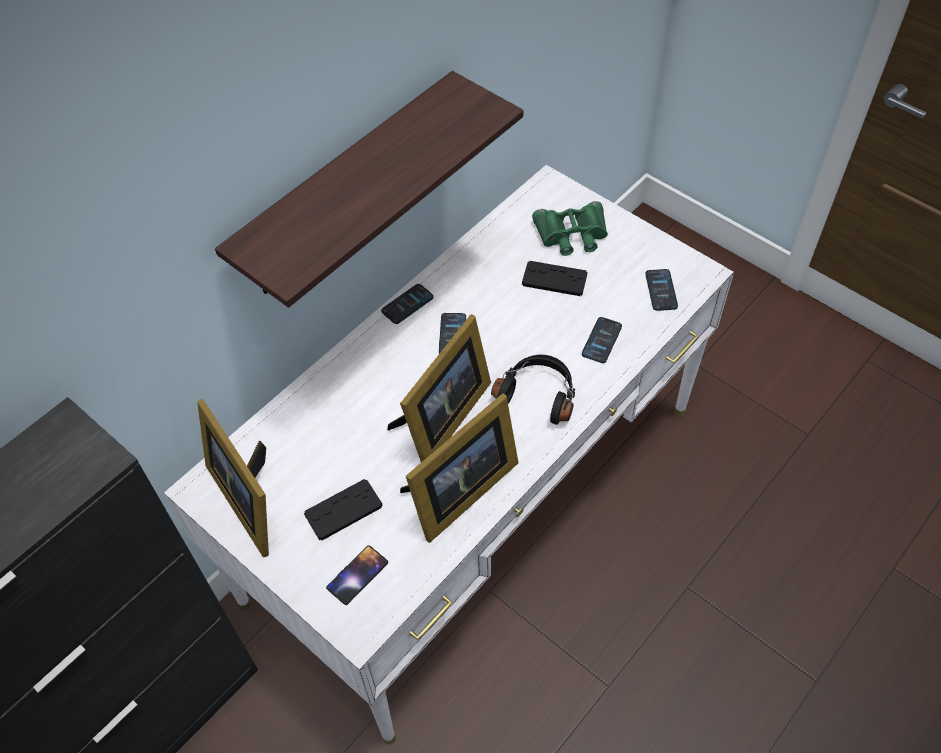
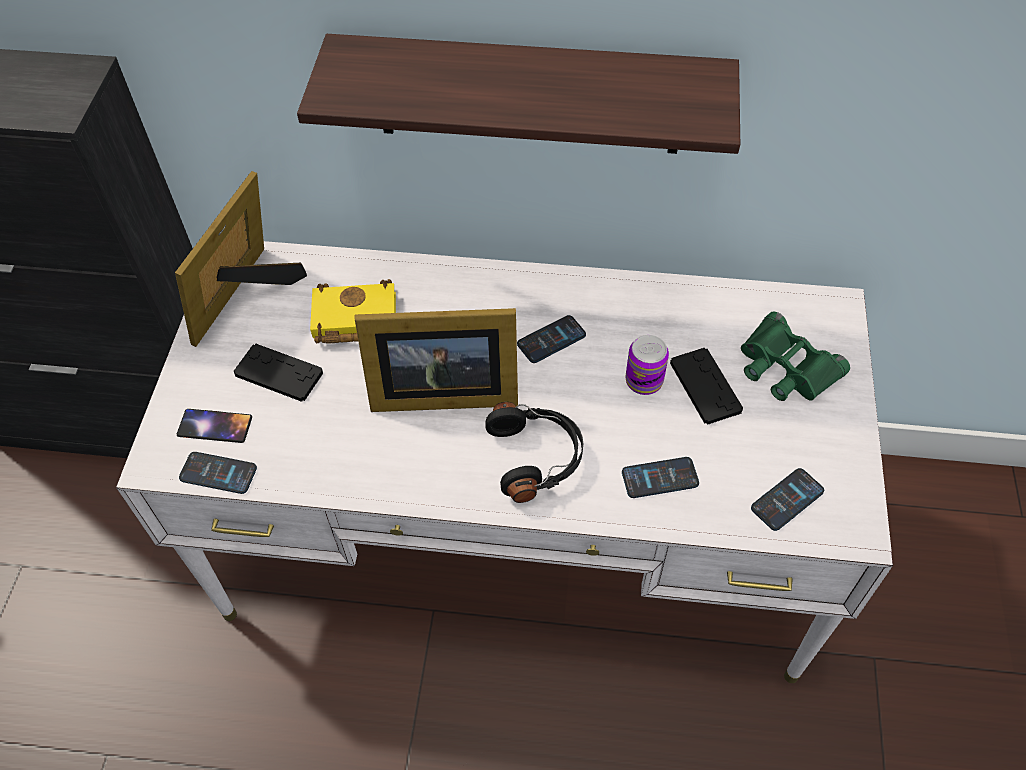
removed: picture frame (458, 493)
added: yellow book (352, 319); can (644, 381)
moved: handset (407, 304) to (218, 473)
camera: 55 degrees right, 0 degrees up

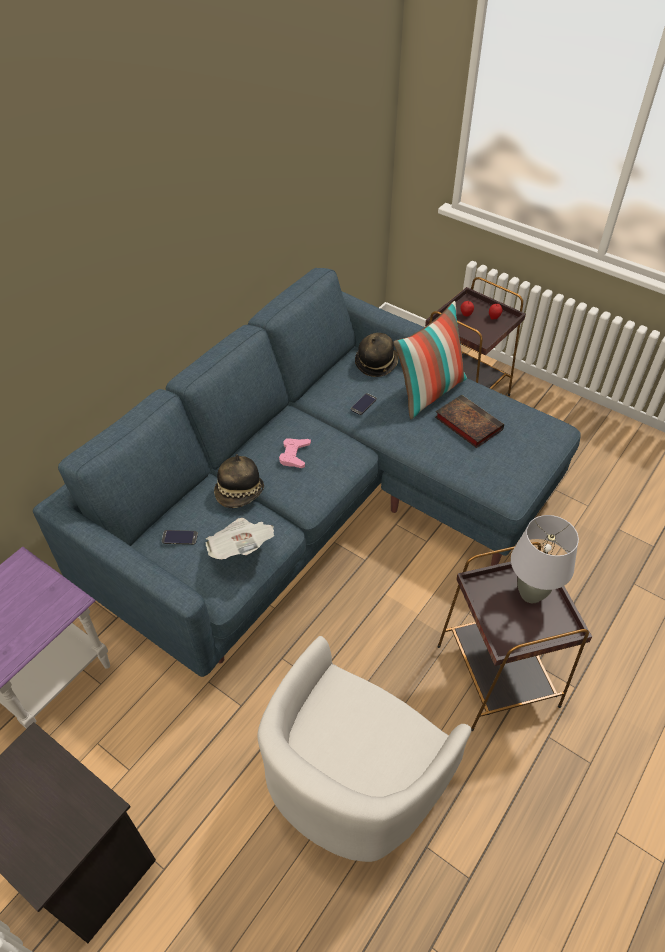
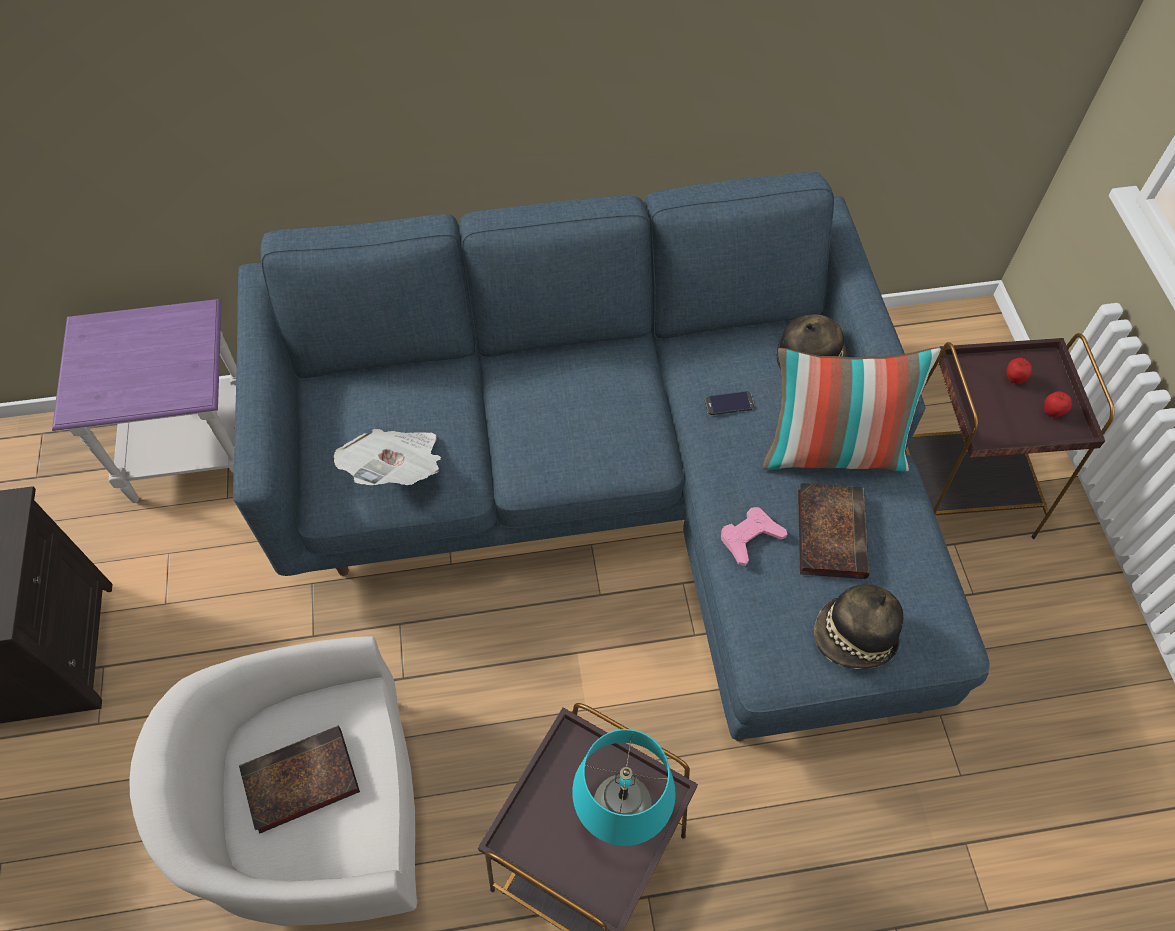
removed: handset (179, 537)
added: book (298, 782)
moved: pink gamepad (294, 455) to (750, 538); hat (240, 494) to (854, 638)
recoloured: greyish table lamp (530, 594) to blue-green table lamp (620, 814)
camera: 45 degrees right, 10 degrees up

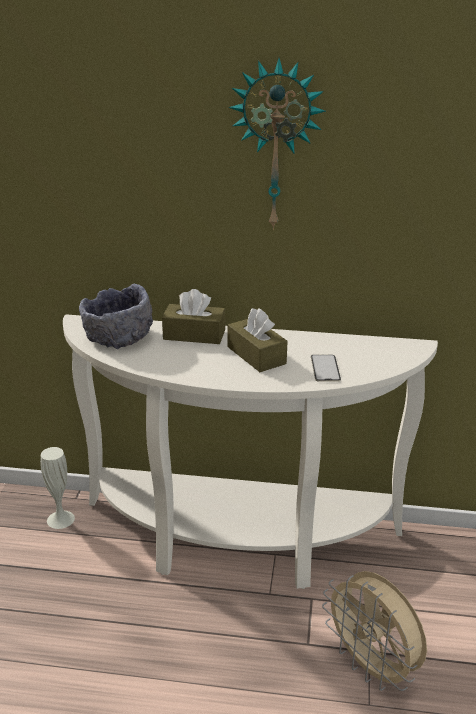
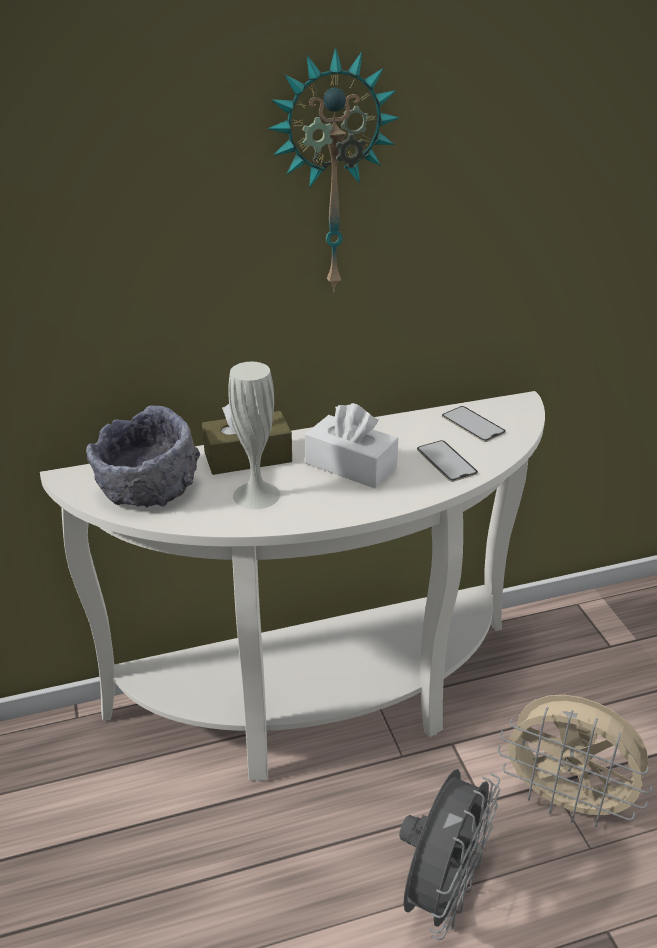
added: handset (473, 424); greyish fan (441, 892)
moved: white-coloured vase (60, 519) to (256, 495)
recoloured: brown box of tissues (256, 355) to white-coloured box of tissues (350, 465)
camera: 25 degrees left, 5 degrees up

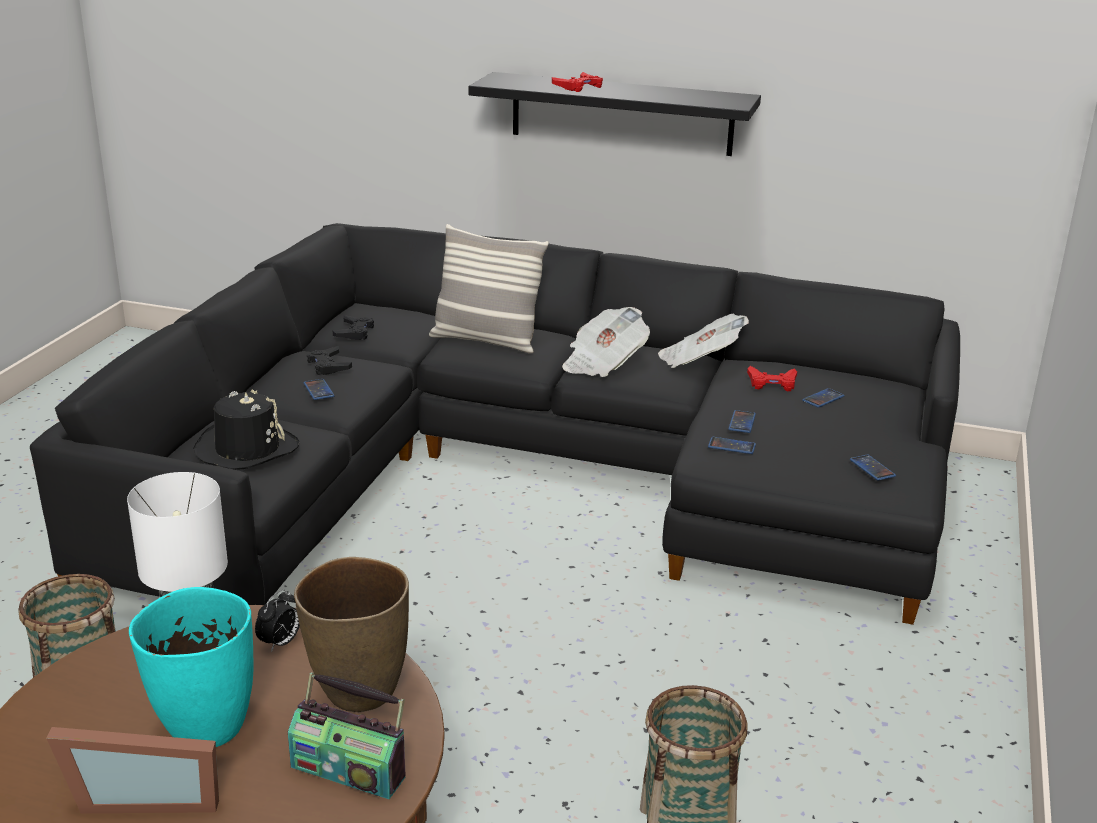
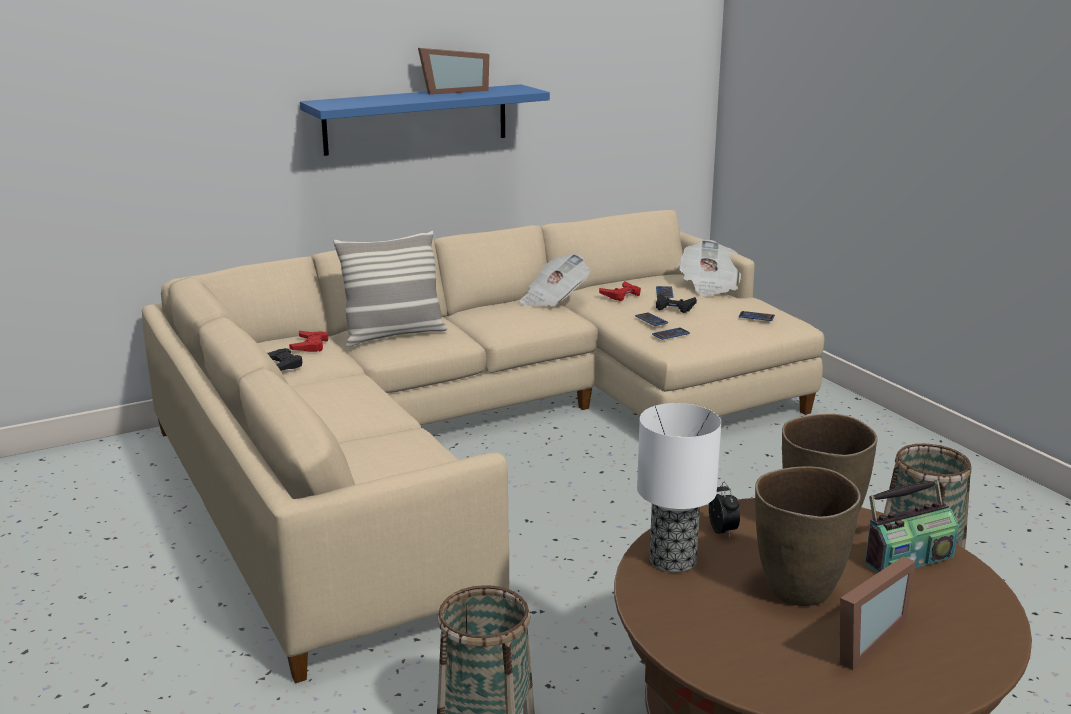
removed: handset (318, 390); black hat (246, 449)
added: picture frame (452, 91)
moved: red-coloured gamepad (578, 87) to (310, 345); printed paper (603, 363) to (709, 286); black gamepad (328, 365) to (674, 307)
recoloured: black wall shelf (621, 114) to bluish wall shelf (416, 119); black couch (528, 479) to sand-coloured couch (473, 439); blue-green vase (204, 728) to brown vase (798, 591)
camera: 45 degrees left, 5 degrees down

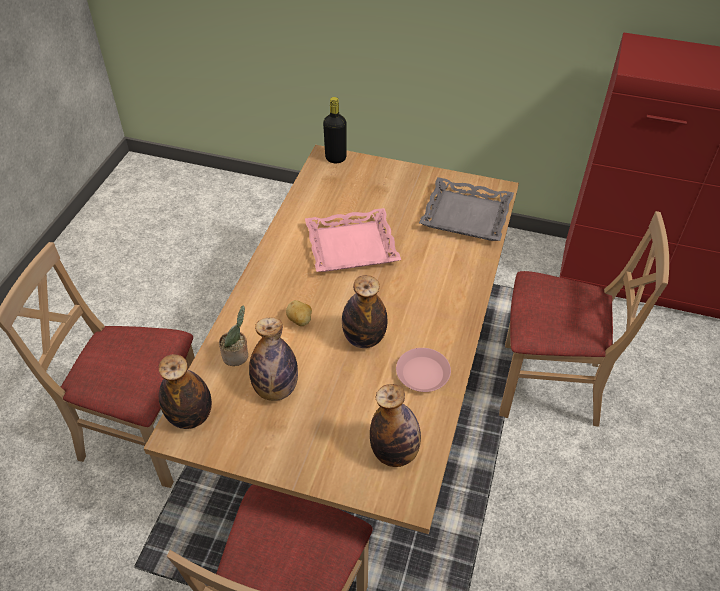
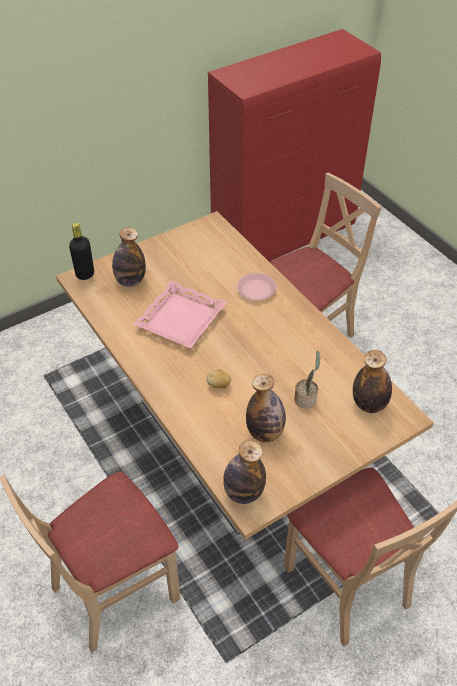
removed: greyish carrying tray (466, 215)
moved: beverage bottle (364, 338) to (130, 281); plant in a pot (237, 355) to (306, 398); pink plate (423, 373) to (256, 289)
camera: 50 degrees left, 0 degrees up

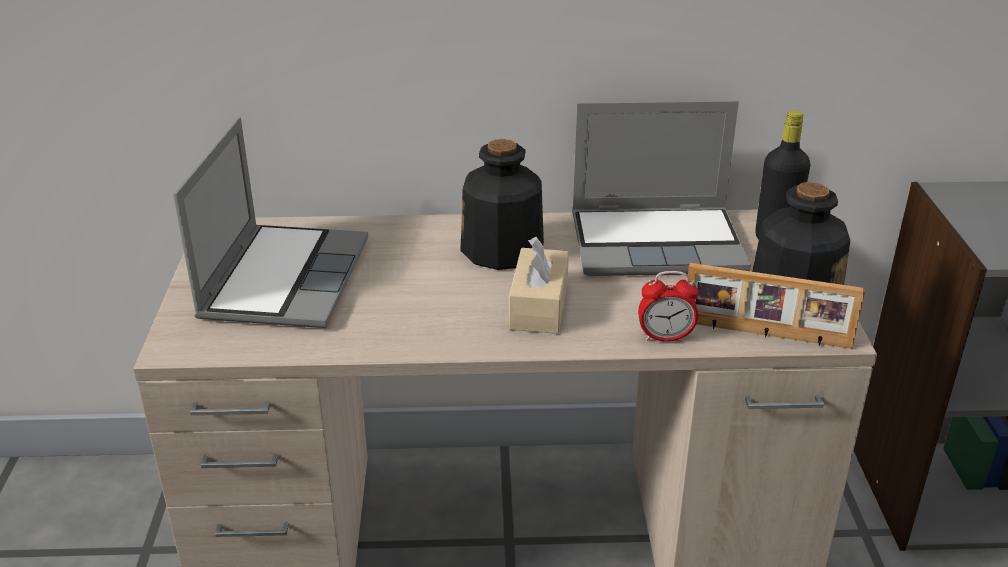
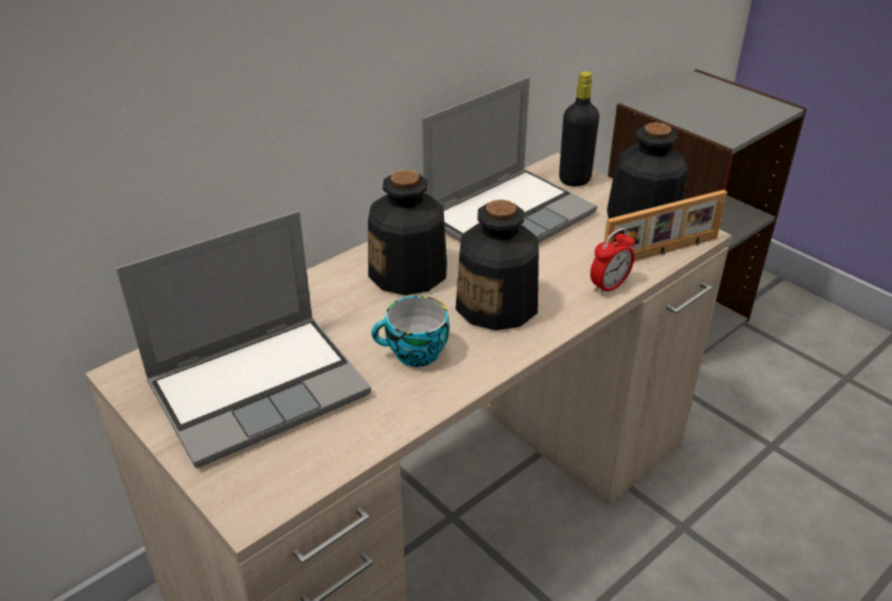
added: drinking cup (414, 354)
replaced: sand-coloured box of tissues (539, 306) to beverage bottle (497, 306)
turned: laptop (284, 278) = (260, 387) 90 degrees clockwise
camera: 40 degrees left, 5 degrees up

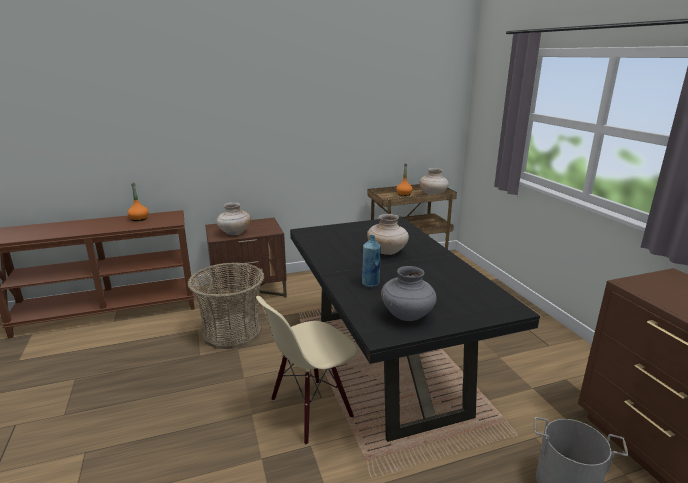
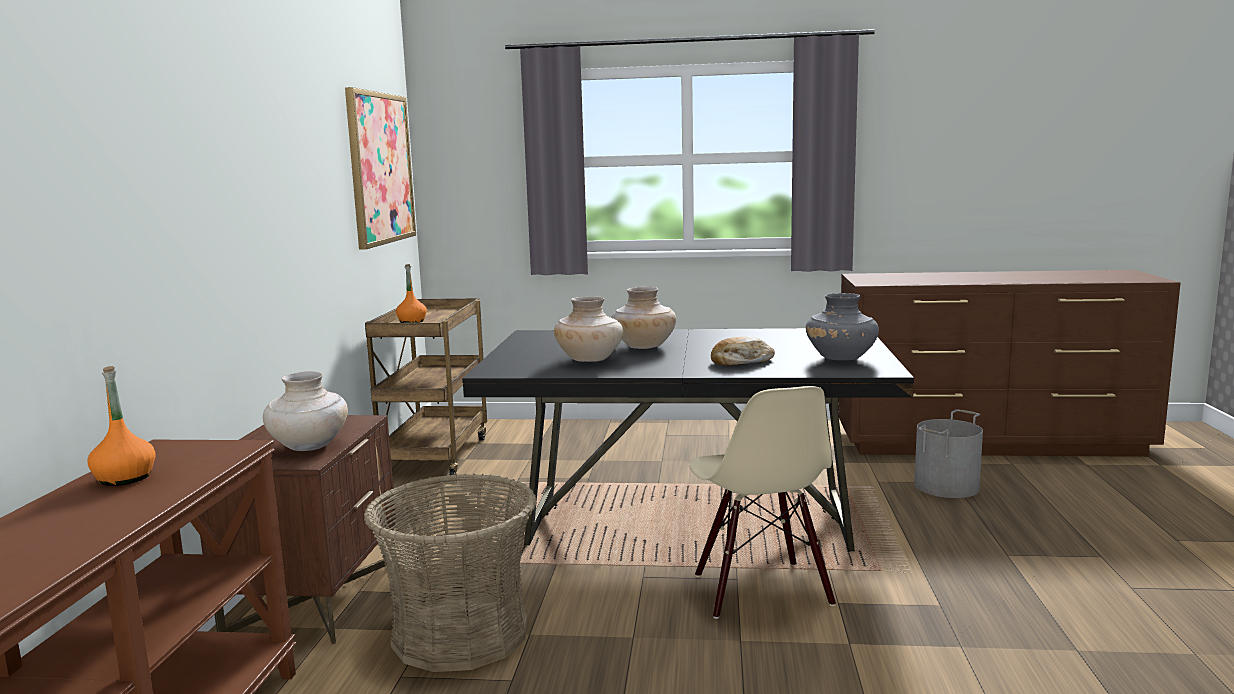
added: wall art (380, 168)
moved: sand-coloured vase (433, 195) to (590, 360)
replaced: bluish beverage bottle (370, 284) to baked bread (741, 362)
camera: 65 degrees left, 10 degrees down

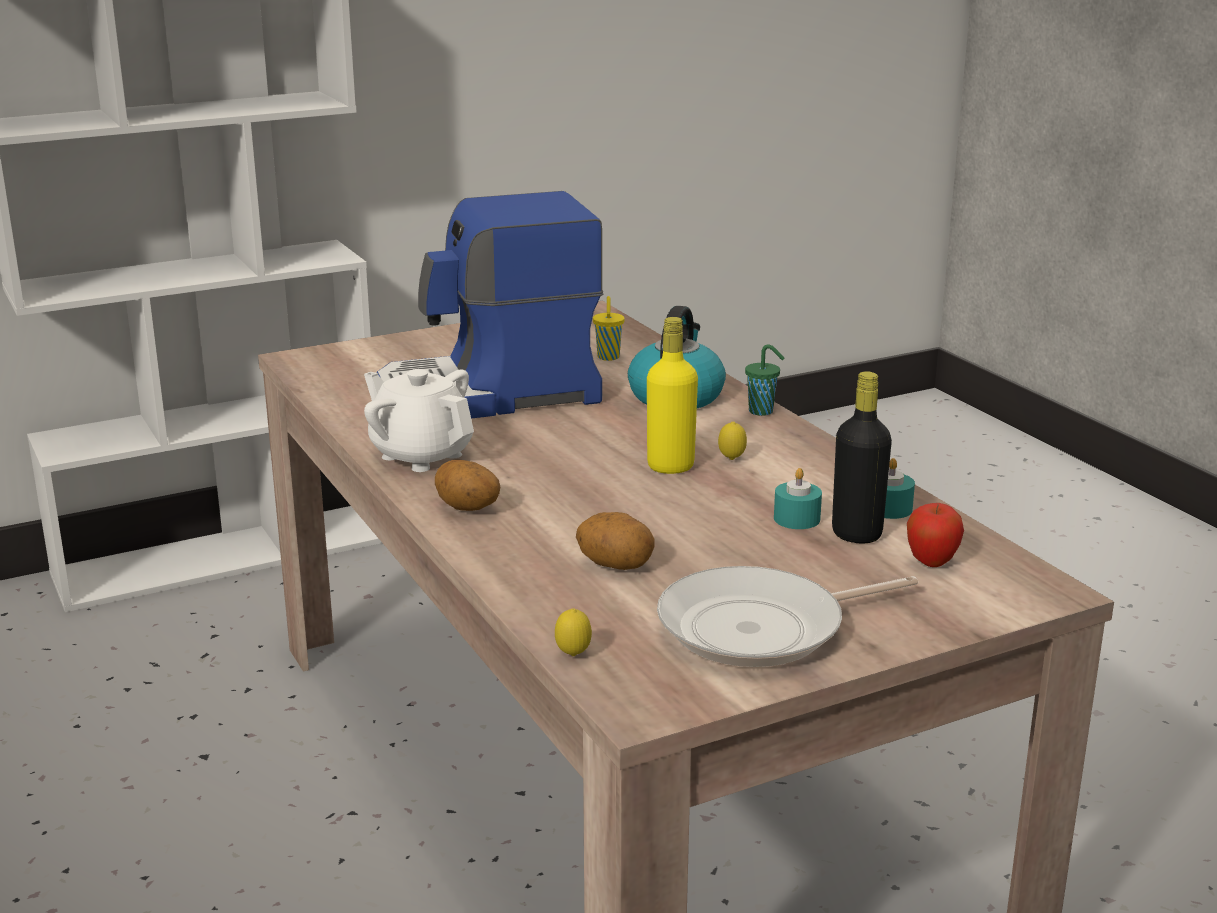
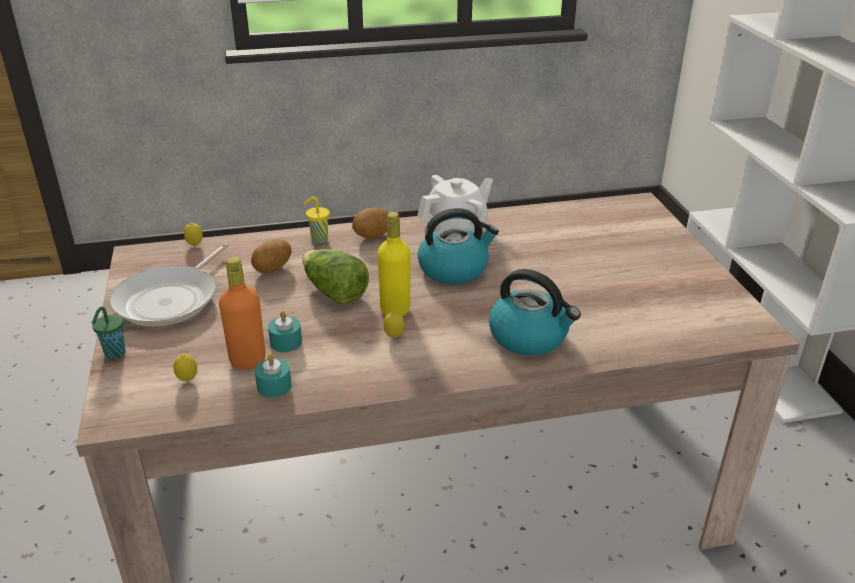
removed: coffee brewer (491, 395)
added: water kettle (454, 269); lettuce head (334, 292)
moved: yellow drinking cup (608, 358) to (318, 239); green drinking cup (762, 411) to (114, 354)
replaced: apple (931, 563) to lemon (187, 380)
recoloured: black beverage bottle (856, 534) to orangey beverage bottle (248, 361)
turned: pan (761, 628) = (171, 299) 150 degrees counterclockwise
camera: 105 degrees right, 10 degrees up

